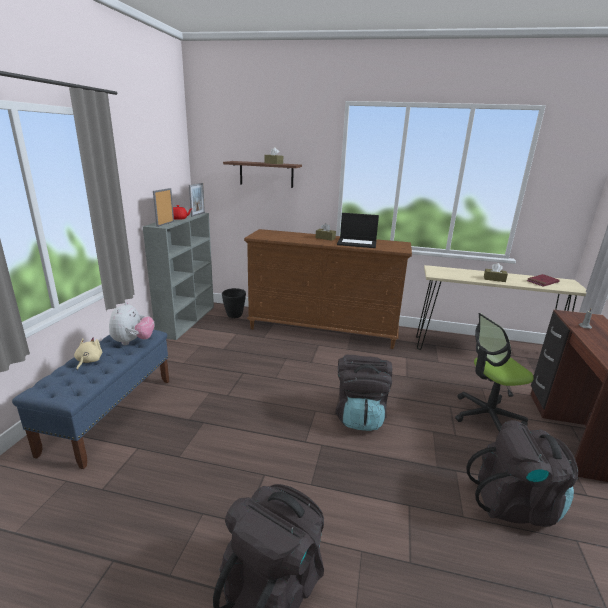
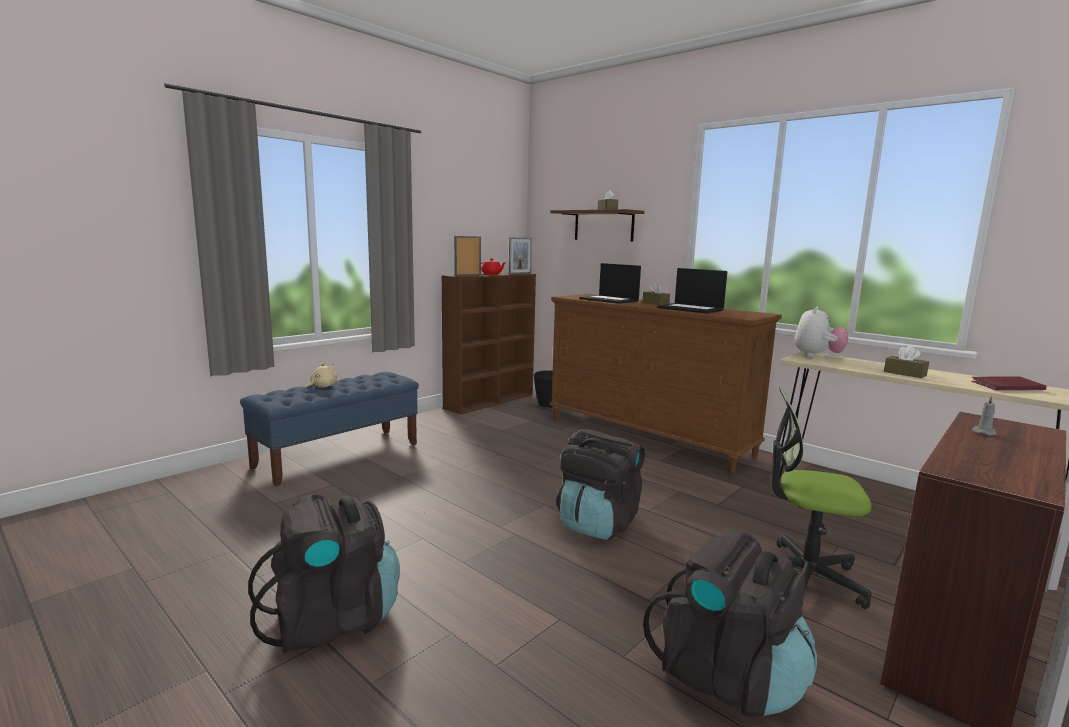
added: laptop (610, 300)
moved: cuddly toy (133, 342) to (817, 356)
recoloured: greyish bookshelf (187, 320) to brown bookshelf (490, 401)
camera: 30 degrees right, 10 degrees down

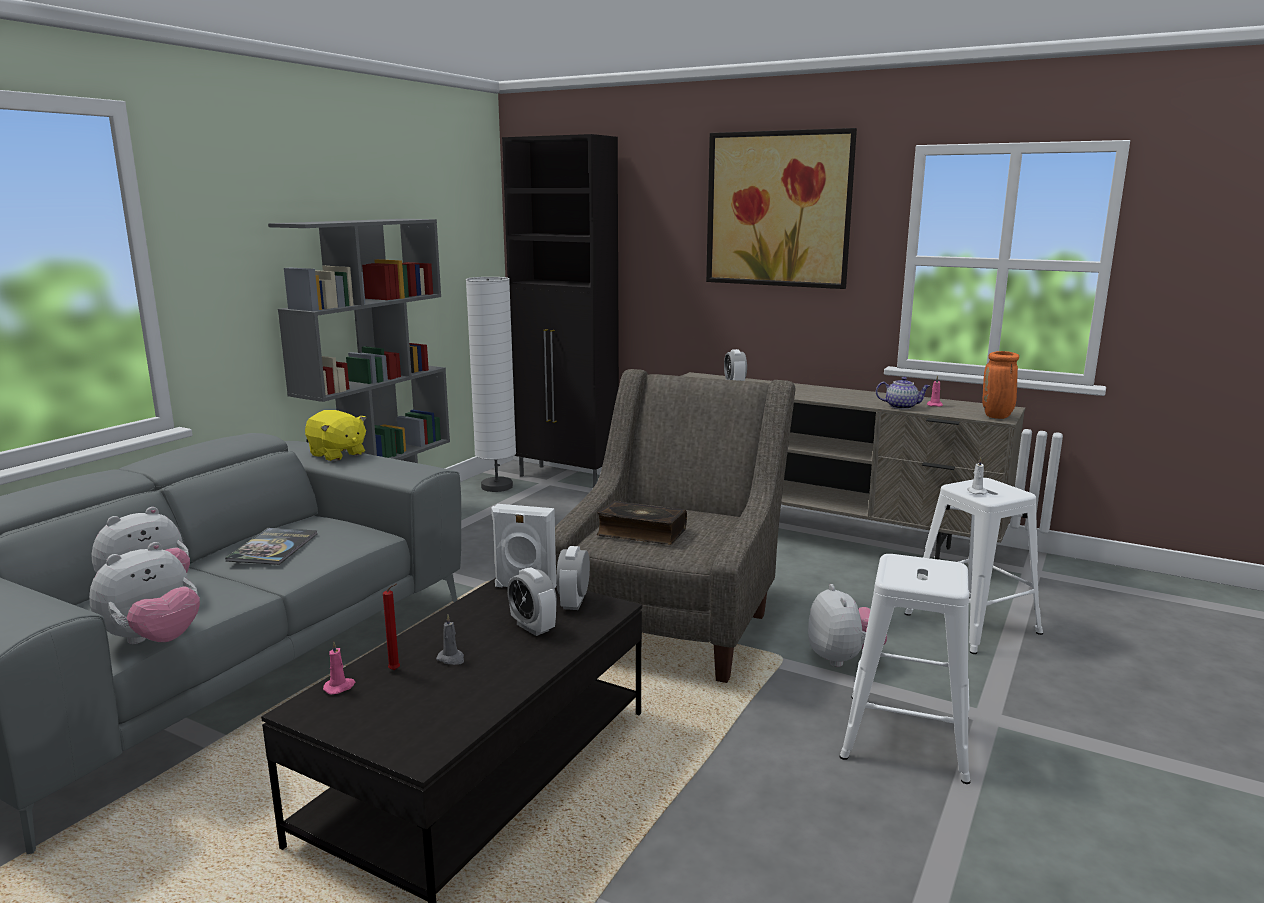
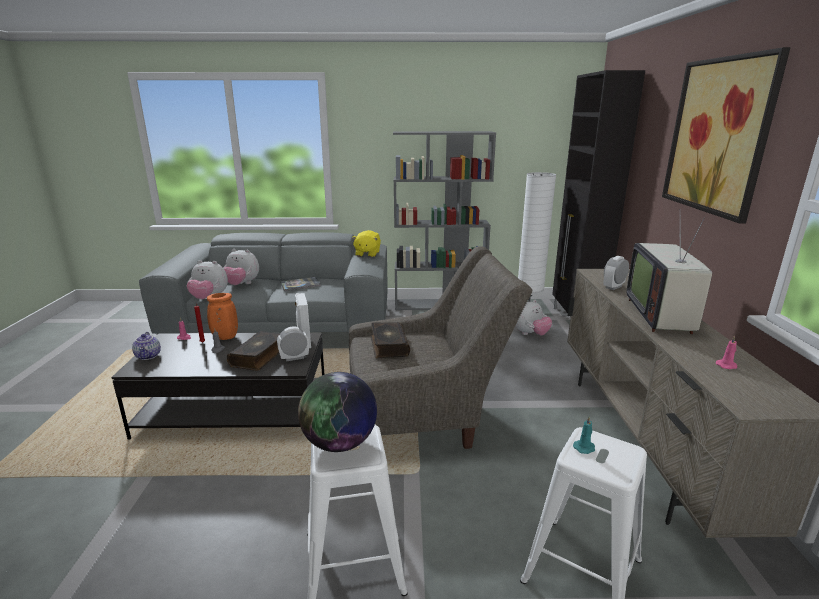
added: television (662, 315); world globe (340, 443)
moved: orangey vase (997, 417) to (224, 337); tea pot (901, 407) to (149, 356); cuddly toy (843, 659) to (531, 334)
replaced: bedside clock (533, 627) to book (259, 356)
recoloured: white-coloured wax light (976, 491) to blue-green wax light (584, 448)
camera: 60 degrees right, 5 degrees up

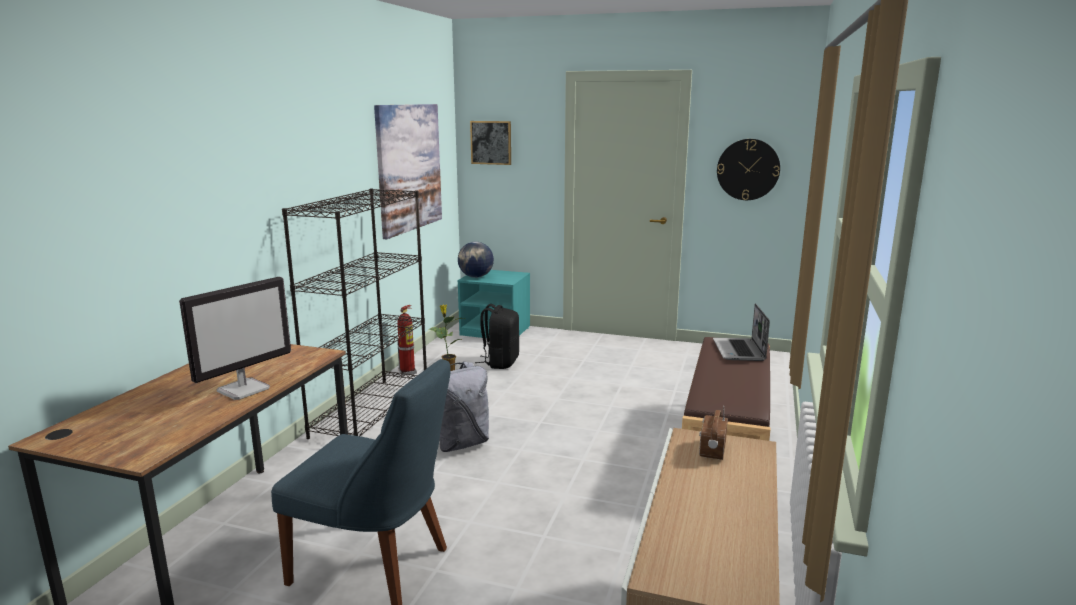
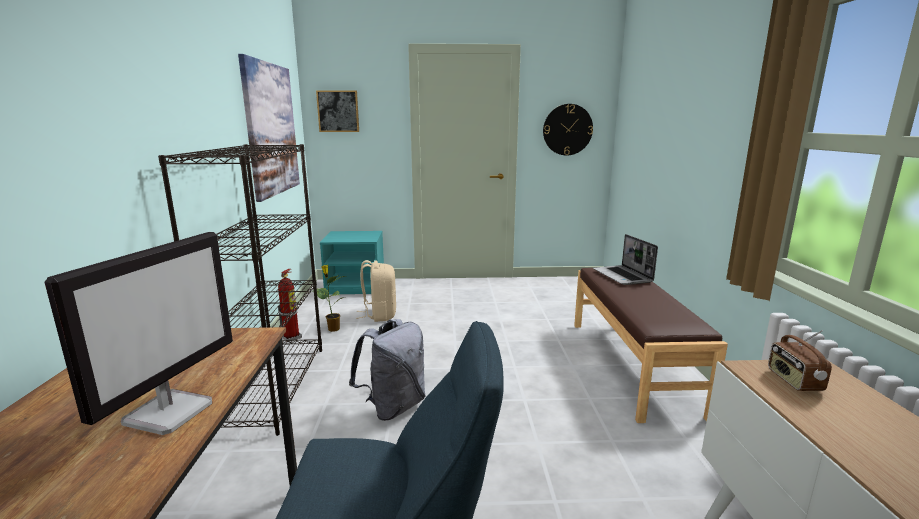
removed: world globe (475, 277)
recoloured: black backpack (500, 362) to sand-coloured backpack (379, 315)
camera: 20 degrees left, 0 degrees up

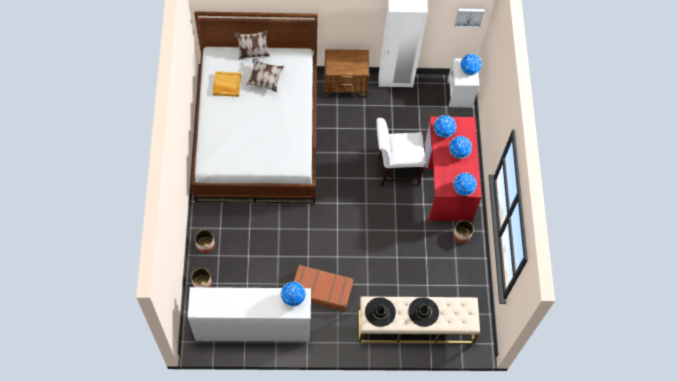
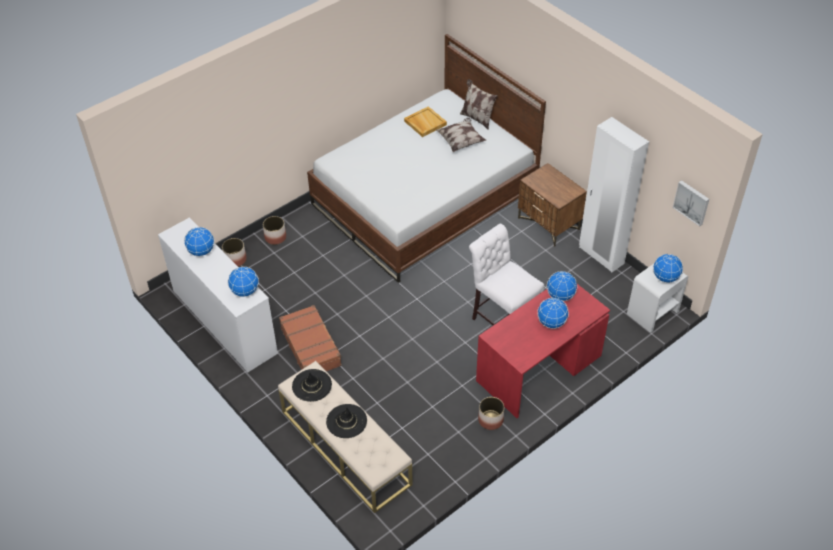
moved: world globe (463, 189) to (201, 251)
camera: 55 degrees right, 15 degrees down

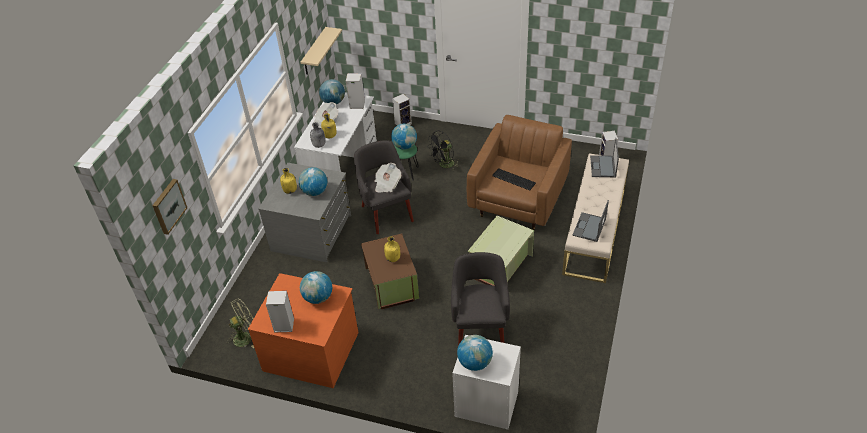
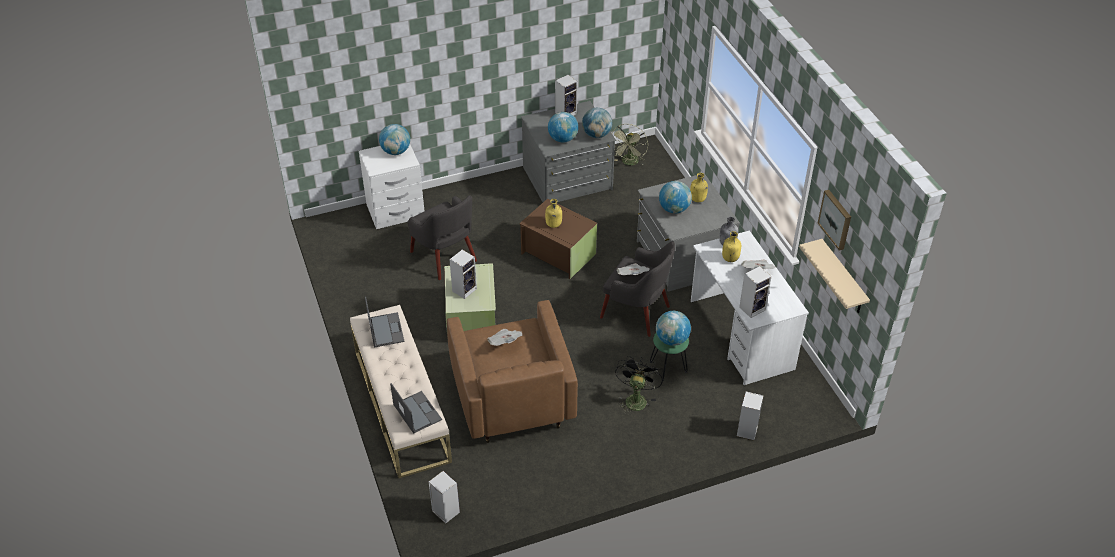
added: audio speaker (464, 289)
moved: world globe (333, 102) to (596, 135); wall art (168, 206) to (836, 219)
replaced: PC keyboard (514, 180) to printed paper (504, 343)
recoloured: orangey dresser (311, 350) to greyish dresser (567, 179)
camera: 140 degrees right, 0 degrees up

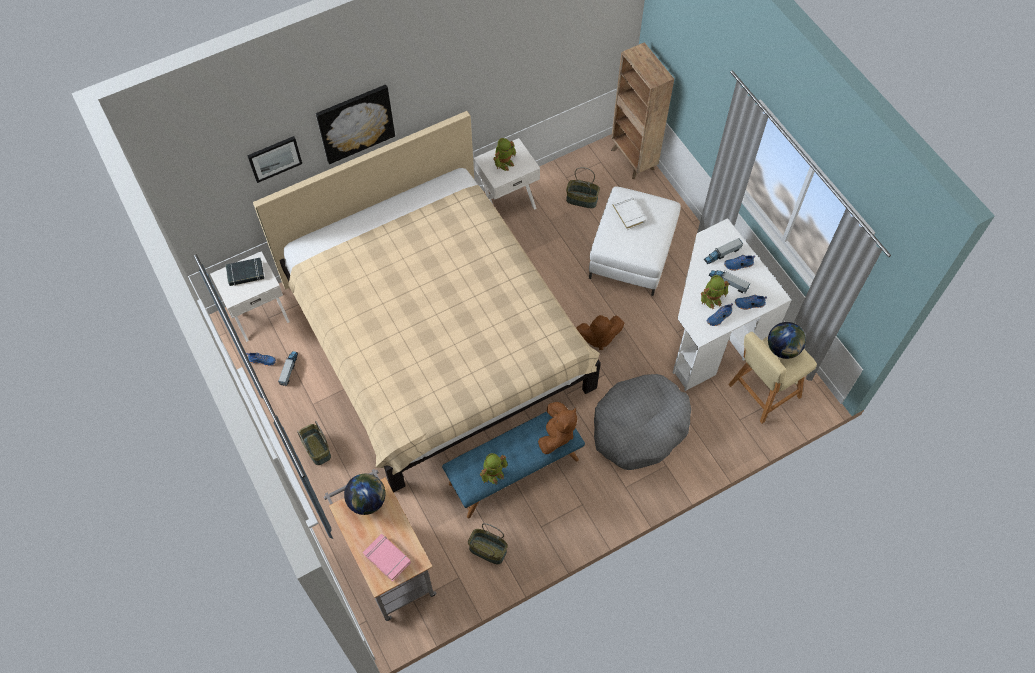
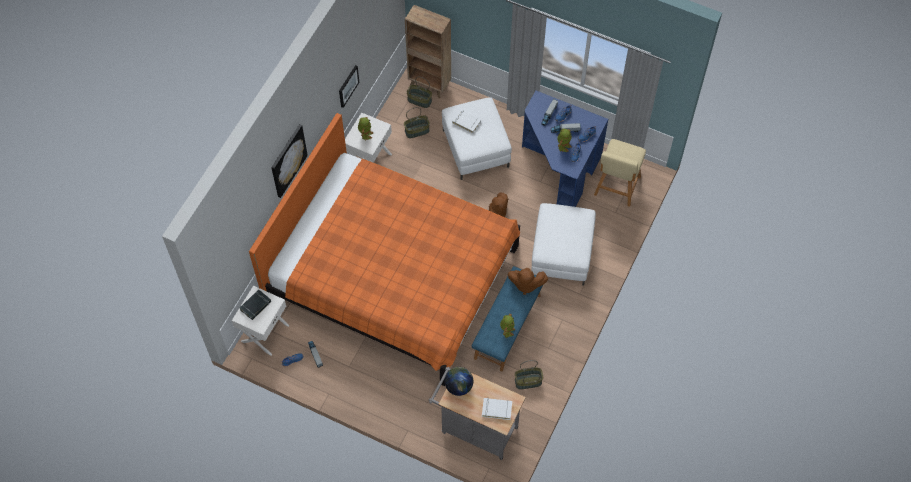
removed: world globe (782, 349)
moved: wall art (274, 158) to (348, 86); household basket (316, 449) to (419, 100)
replaced: greyish dog bed (639, 427) to white-coloured ottoman (561, 253)
recoloured: sand-coloured bedroom bed (435, 337) to orangey bedroom bed (393, 276); white-coloured desk table (710, 330) to bluish desk table (559, 167); pink book (387, 558) to white-coloured book (497, 409)
turned: brown cuddly toy (556, 434) = (525, 284) 120 degrees clockwise
camera: 35 degrees left, 0 degrees up

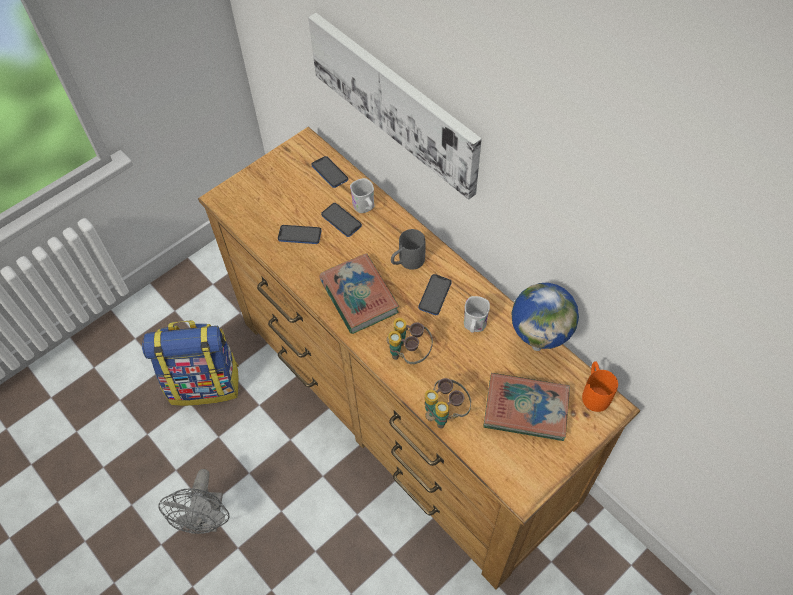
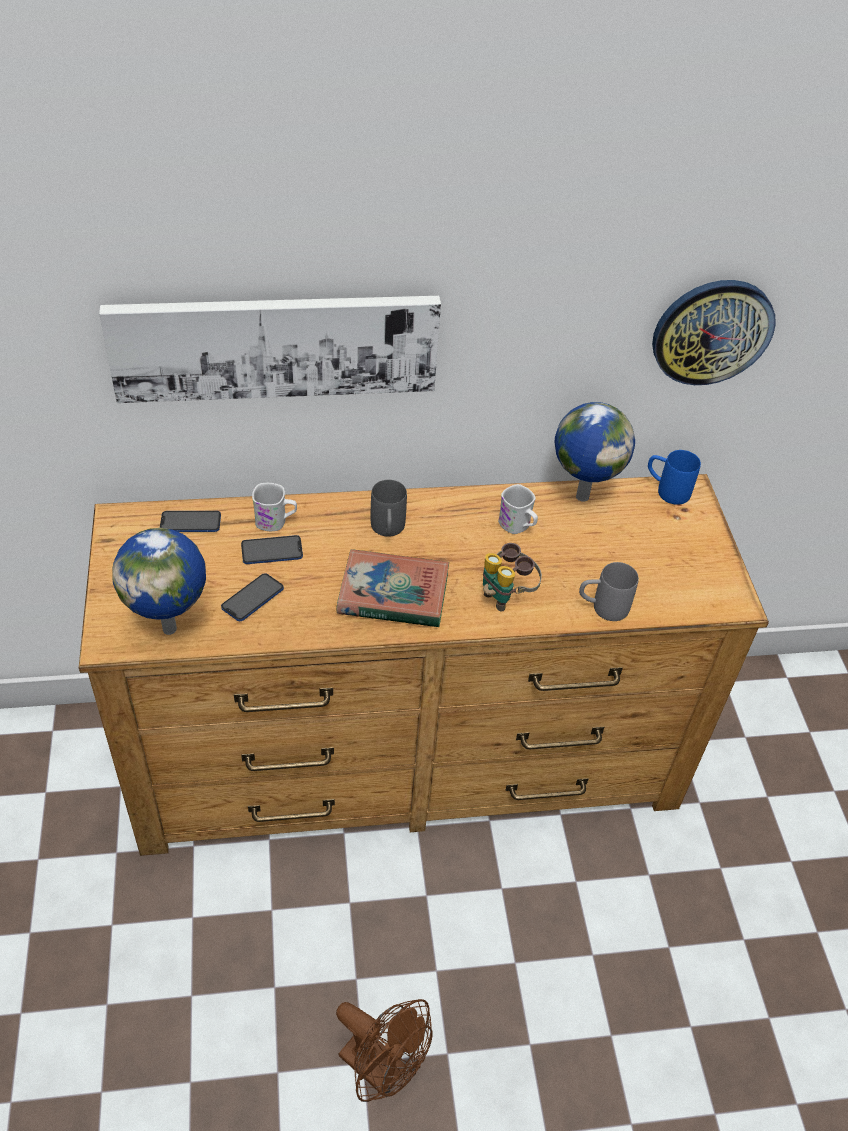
removed: handset (435, 295); backpack (205, 383); book (526, 409)
added: hanging clock (712, 331); world globe (171, 628)
replaced: pair of binoculars (445, 412) to greyish mug (602, 607)
recoloured: orangey mug (594, 392) to bluish mug (666, 490); greyish fan (208, 519) to brown fan (382, 1069)
camera: 60 degrees left, 10 degrees down

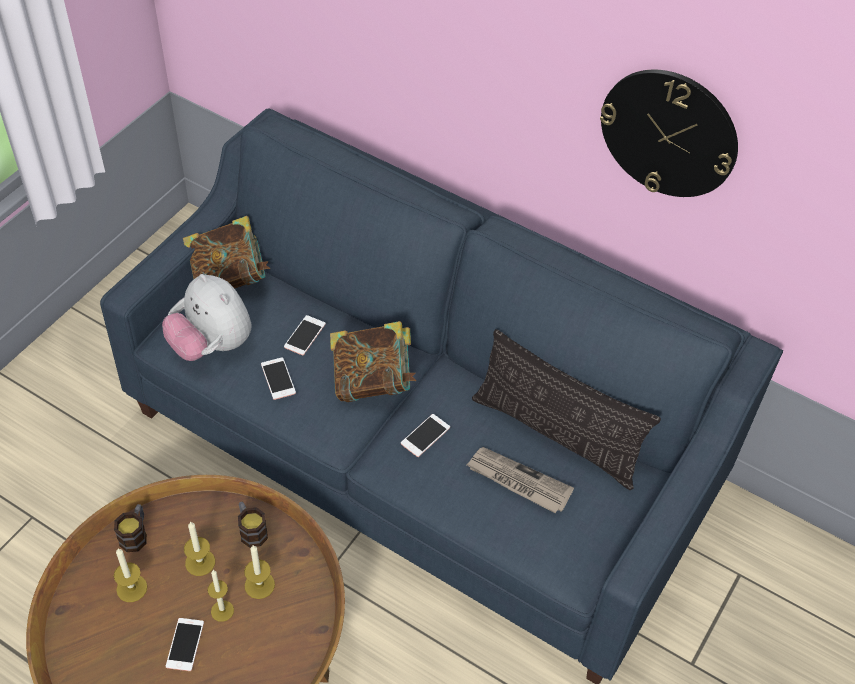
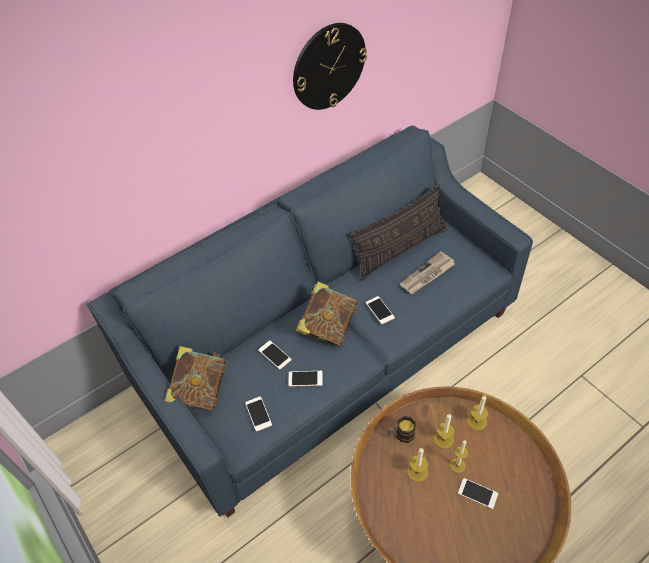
removed: mug (135, 534)
moved: wax light (131, 588) to (476, 421)
replaced: cuddly toy (211, 345) to handset (258, 414)
camera: 65 degrees left, 0 degrees up

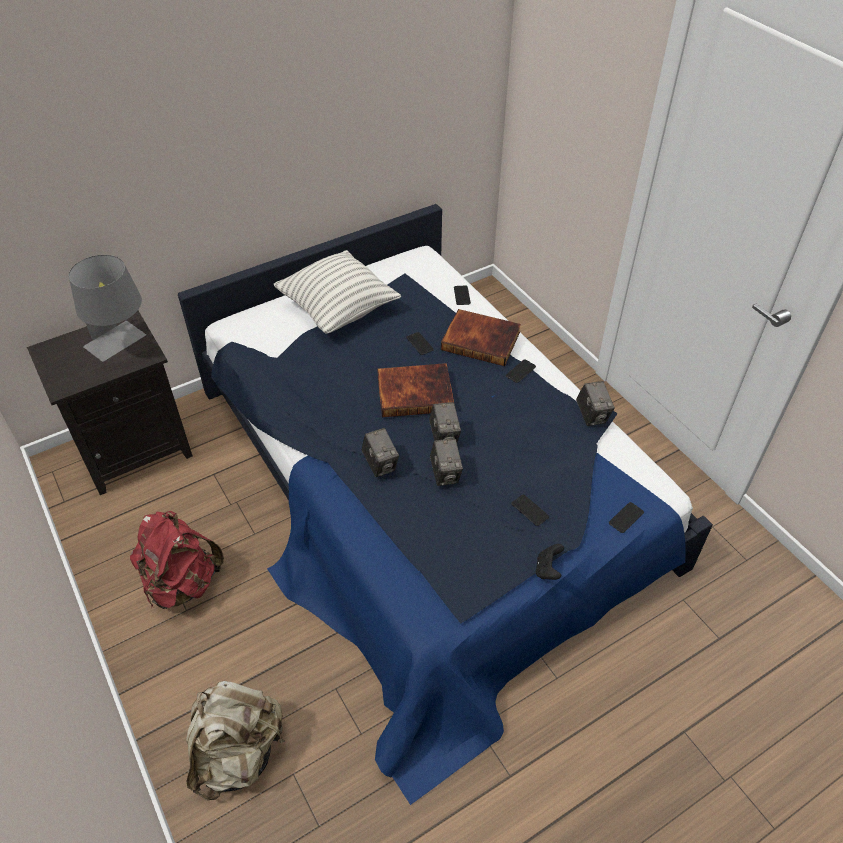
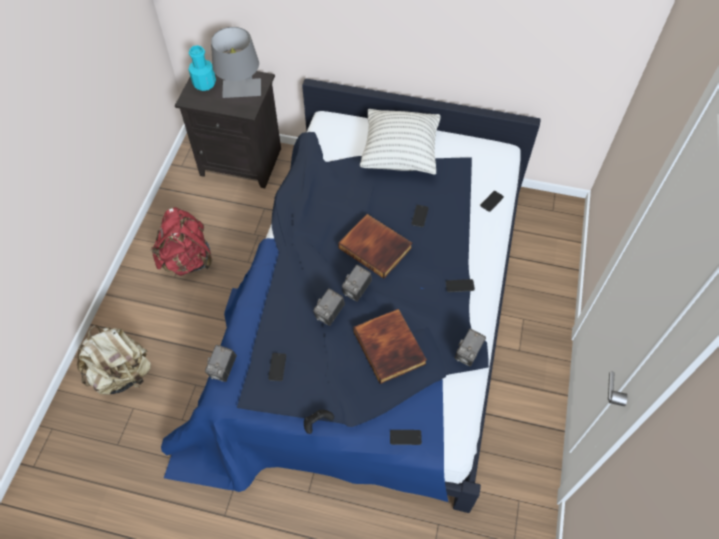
added: blue-green beverage bottle (204, 83)
moved: book (481, 340) to (391, 347); photo camera (380, 464) to (223, 369); handset (530, 510) to (277, 367)
camera: 45 degrees right, 10 degrees up

